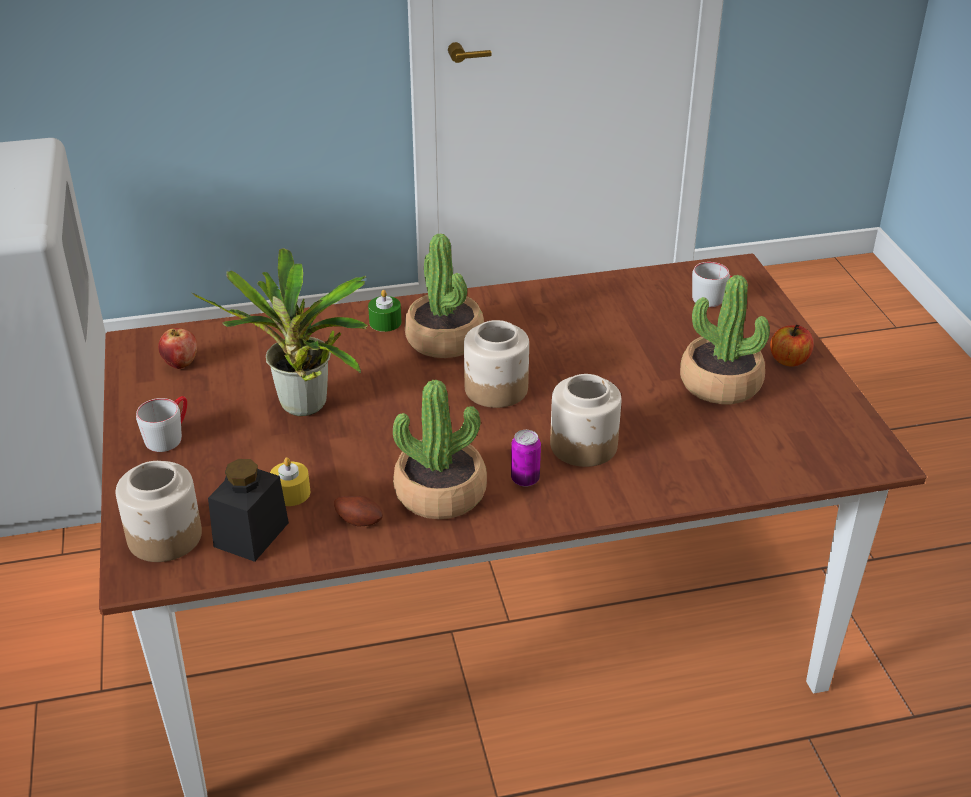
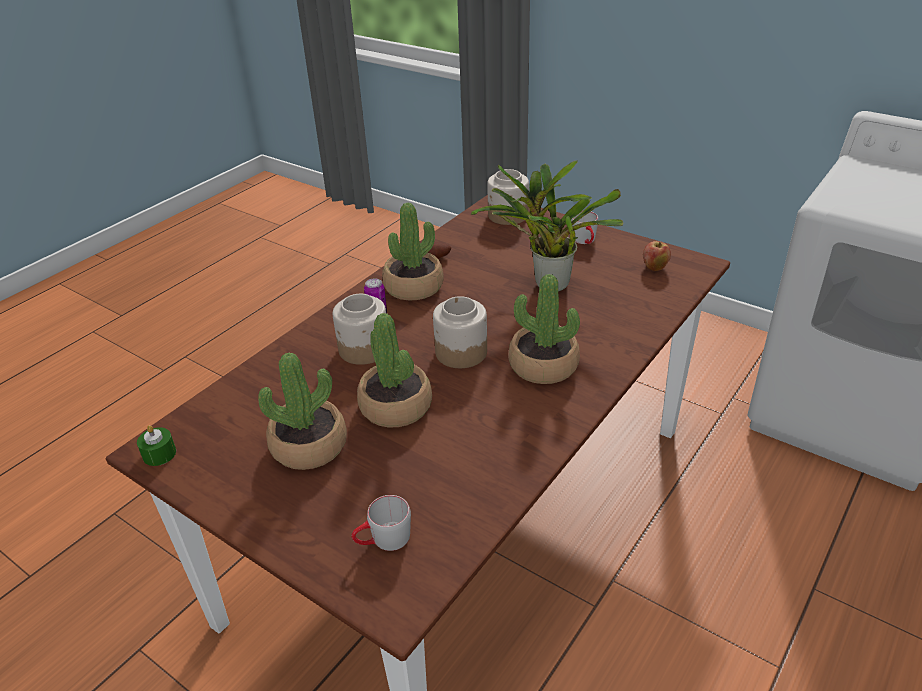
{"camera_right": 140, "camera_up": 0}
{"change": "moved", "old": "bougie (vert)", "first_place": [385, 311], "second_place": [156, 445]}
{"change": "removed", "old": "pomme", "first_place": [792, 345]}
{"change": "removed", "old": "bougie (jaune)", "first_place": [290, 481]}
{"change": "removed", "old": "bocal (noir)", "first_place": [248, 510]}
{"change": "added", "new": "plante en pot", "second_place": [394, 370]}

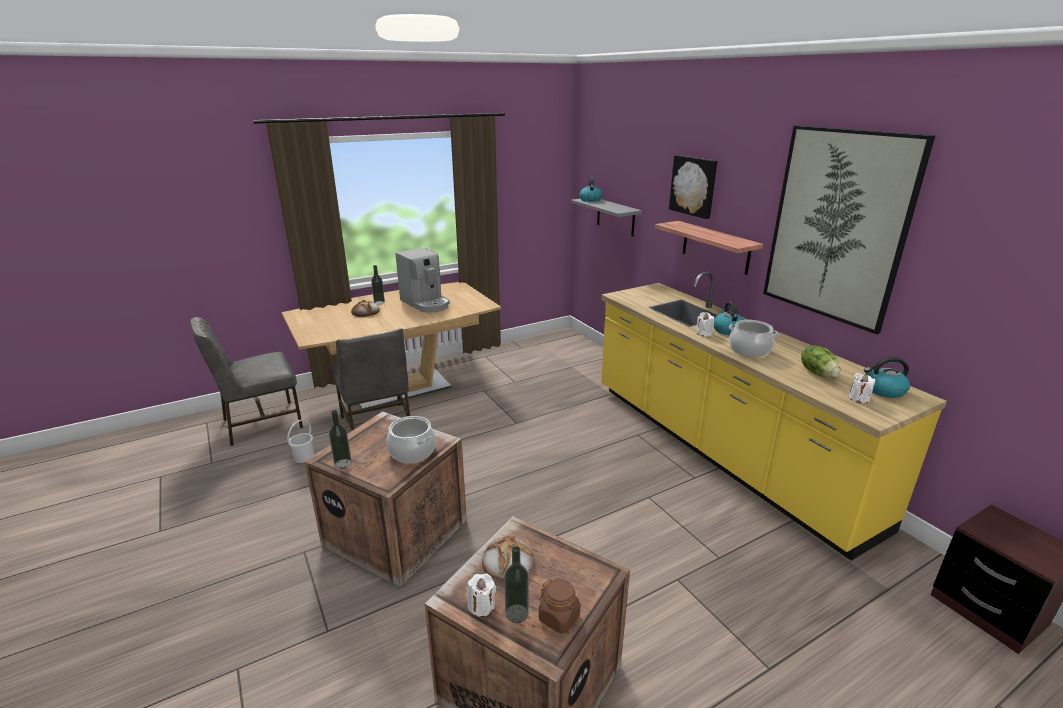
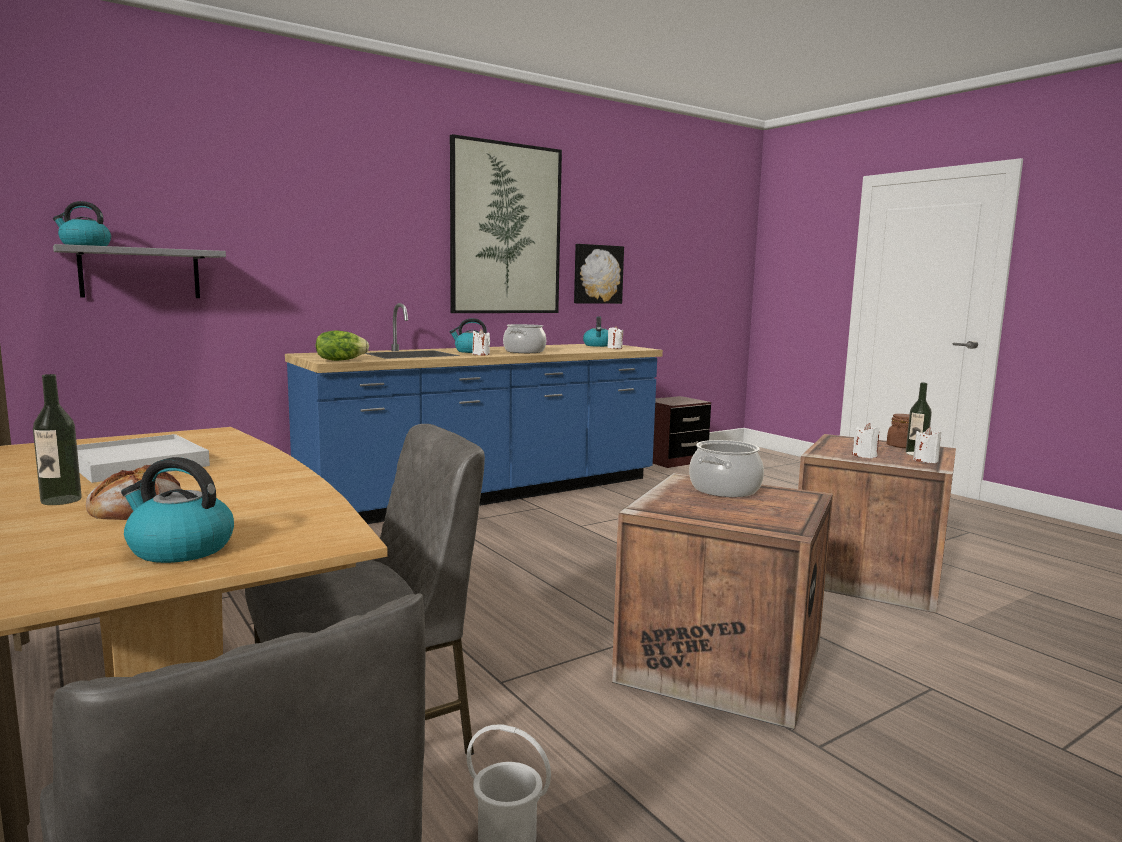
{"camera_right": -95, "camera_up": -15}
{"change": "moved", "old": "tableau", "first_place": [693, 187], "second_place": [599, 274]}
{"change": "removed", "old": "étagère", "first_place": [709, 248]}
{"change": "replaced", "old": "machine à café", "new": "plateau (blanc)", "first_place": [423, 280], "second_place": [143, 458]}
{"change": "recoloured", "old": "comptoir de cuisine (jaune)", "new": "comptoir de cuisine (bleu)", "first_place": [774, 416], "second_place": [474, 413]}
{"change": "moved", "old": "laitue", "first_place": [820, 361], "second_place": [342, 346]}
{"change": "removed", "old": "bouteille", "first_place": [340, 439]}
{"change": "replaced", "old": "pain", "new": "bougie (blanc)", "first_place": [508, 558], "second_place": [866, 440]}
{"change": "added", "new": "bouilloire", "second_place": [177, 510]}

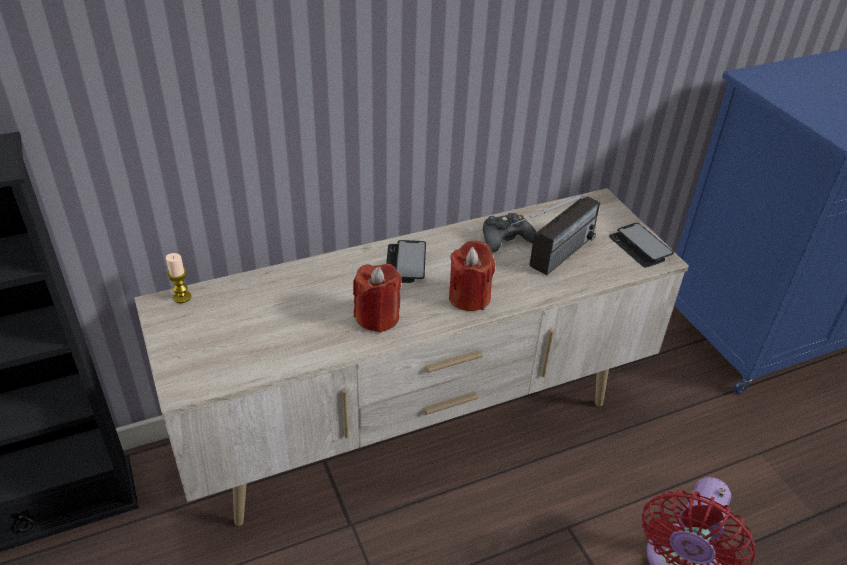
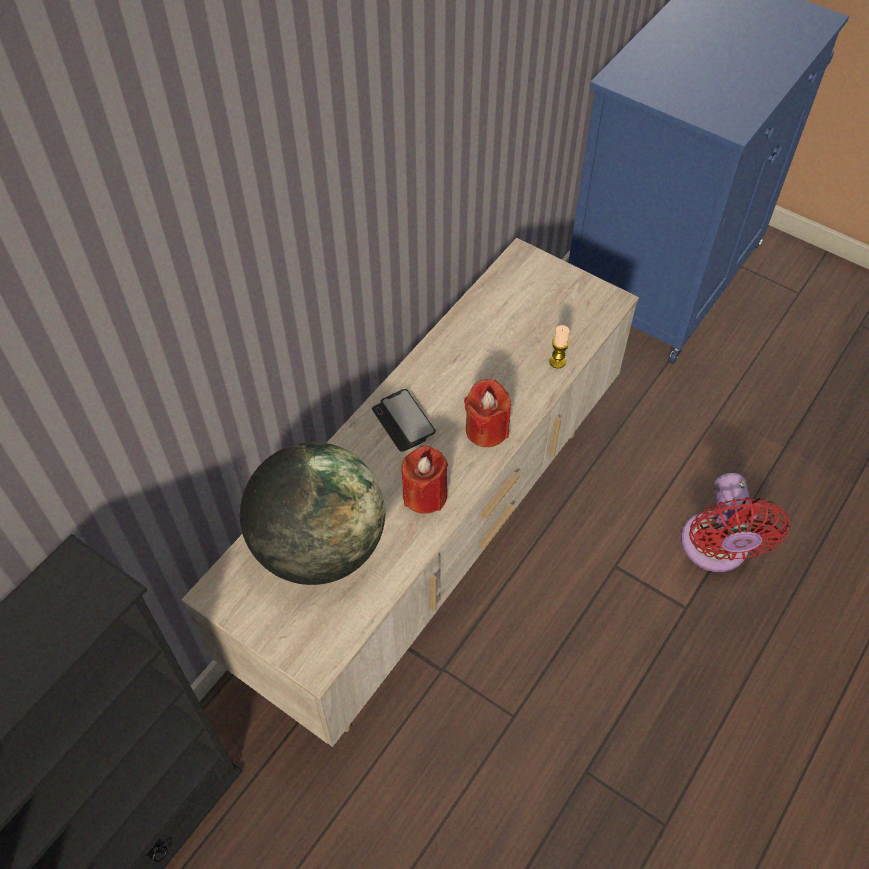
{"camera_right": -30, "camera_up": 15}
{"change": "removed", "old": "radio", "first_place": [555, 235]}
{"change": "removed", "old": "manette (noir)", "first_place": [509, 233]}
{"change": "removed", "old": "téléphone", "first_place": [641, 245]}
{"change": "moved", "old": "bougie", "first_place": [178, 278], "second_place": [559, 346]}
{"change": "added", "new": "globe", "second_place": [313, 513]}

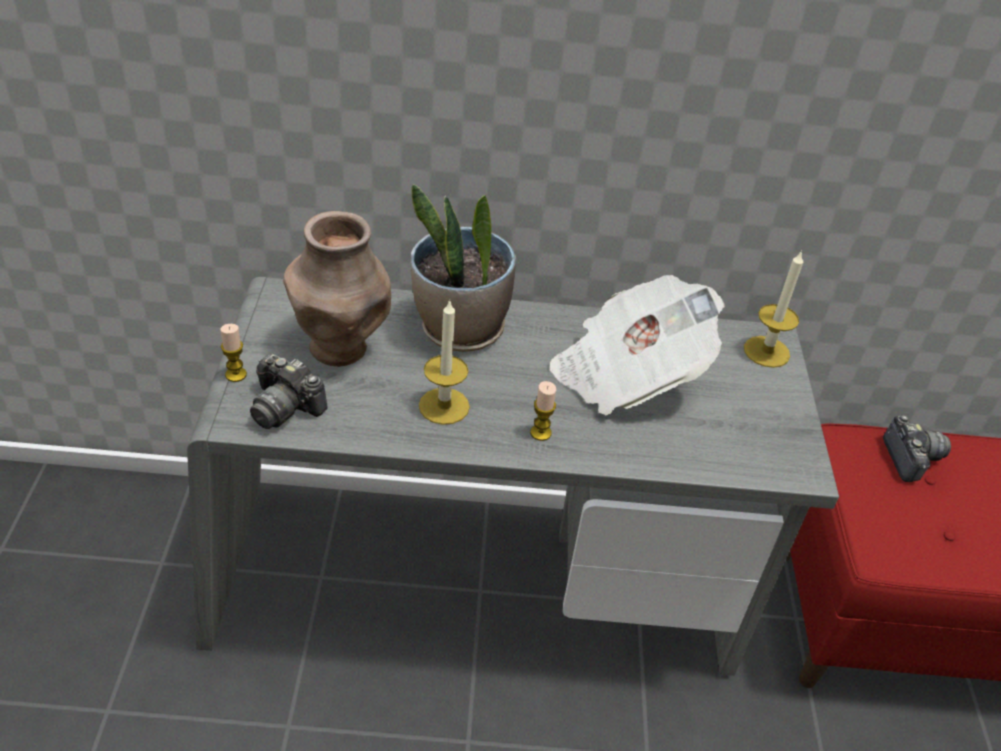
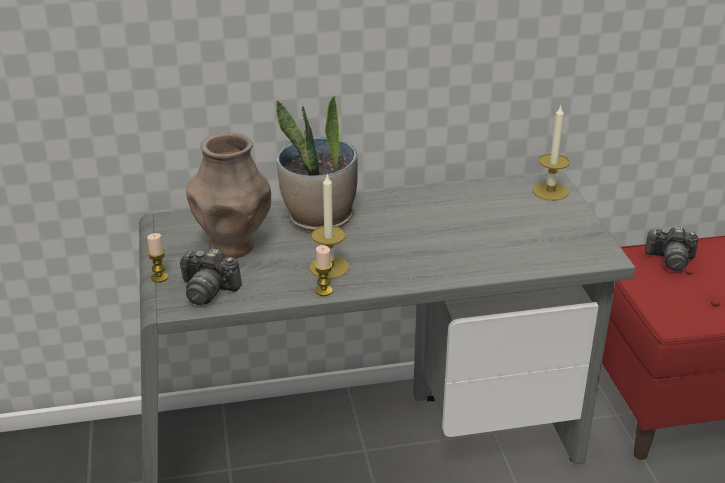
{"camera_right": -10, "camera_up": -10}
{"change": "removed", "old": "journal", "first_place": [637, 345]}
{"change": "moved", "old": "bougie", "first_place": [543, 411], "second_place": [324, 270]}
{"change": "turned", "old": "appareil photo", "first_place": [917, 448], "second_place": [671, 248], "degrees": 120}

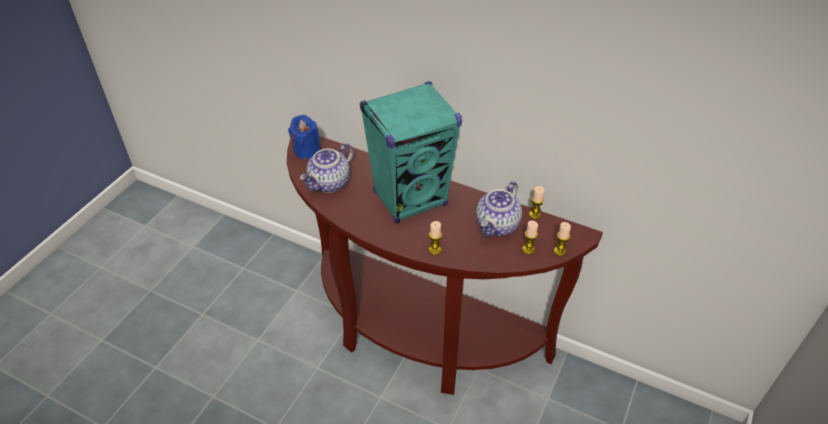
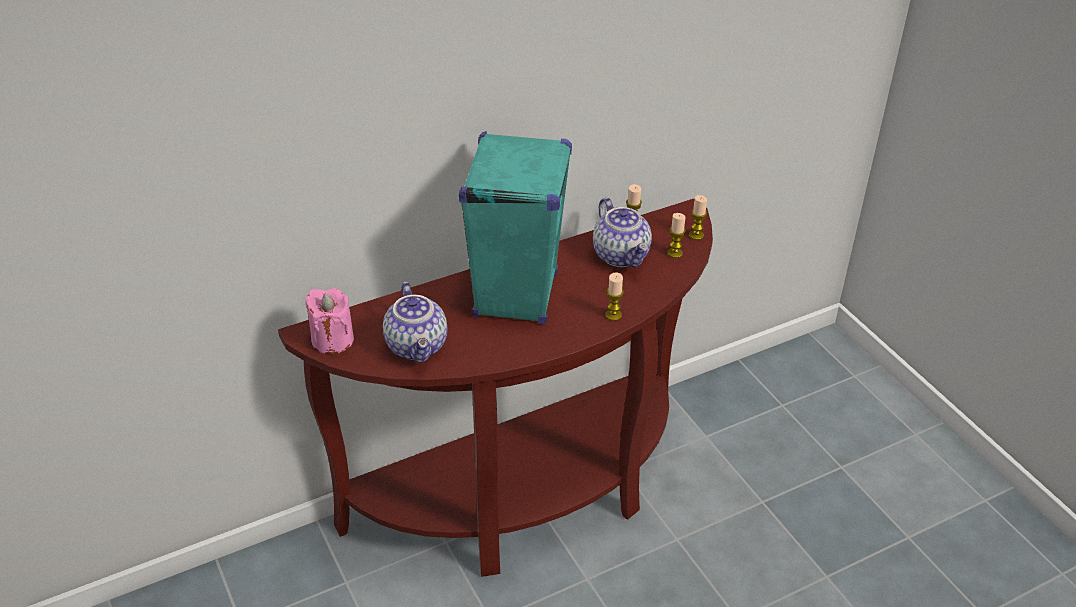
{"camera_right": -55, "camera_up": -5}
{"change": "recoloured", "old": "bougie (bleu)", "new": "bougie (rose)", "first_place": [304, 137], "second_place": [329, 321]}

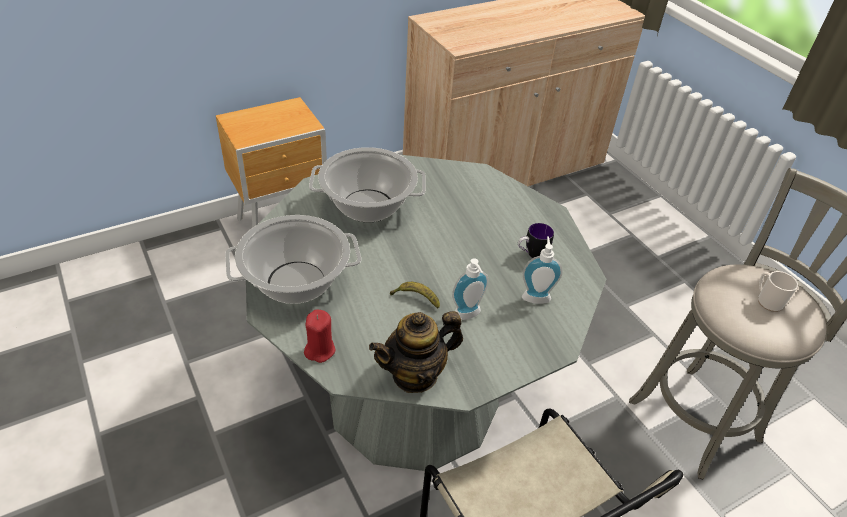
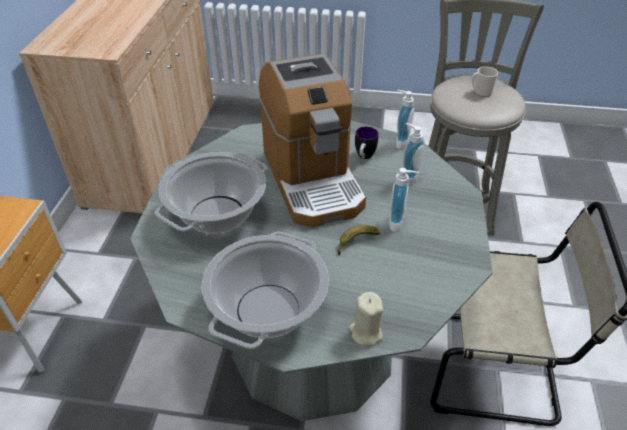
{"camera_right": -50, "camera_up": 0}
{"change": "recoloured", "old": "bougie (rouge)", "new": "bougie (beige)", "first_place": [320, 336], "second_place": [366, 319]}
{"change": "removed", "old": "théière", "first_place": [416, 352]}
{"change": "added", "new": "machine à café", "second_place": [312, 141]}
{"change": "added", "new": "distributeur de savon", "second_place": [405, 119]}

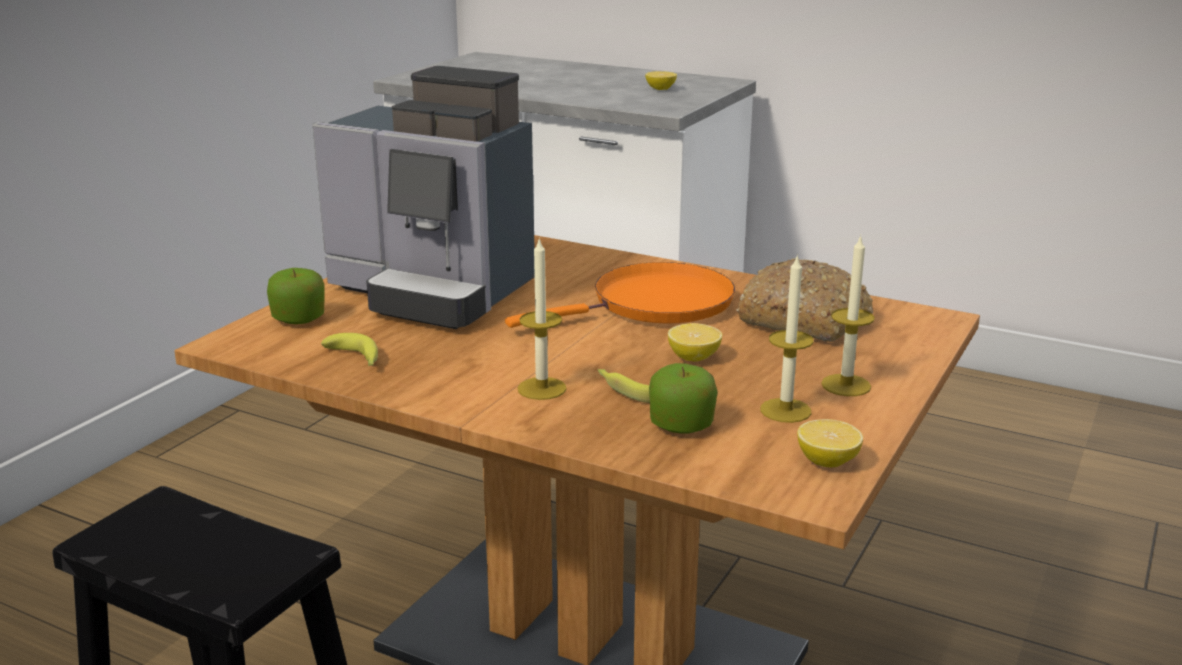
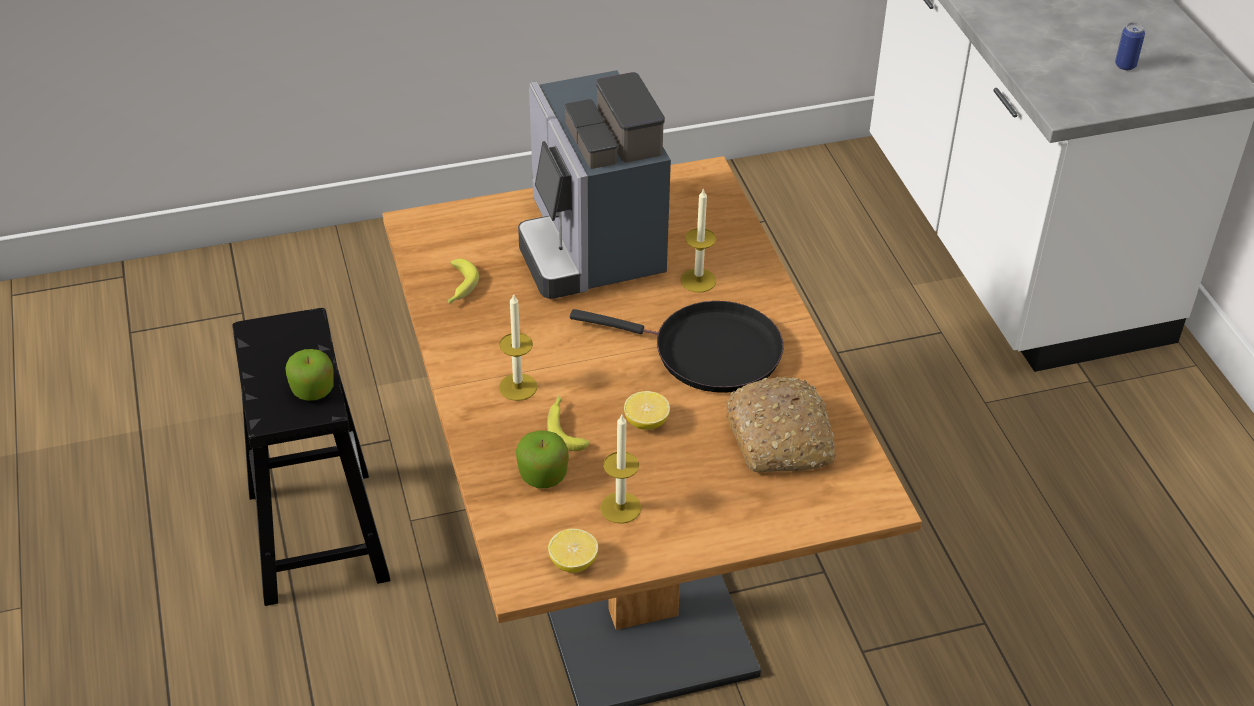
{"camera_right": 45, "camera_up": 20}
{"change": "replaced", "old": "citron", "new": "boîte métallique", "first_place": [661, 80], "second_place": [1130, 46]}
{"change": "moved", "old": "bougie", "first_place": [848, 315], "second_place": [698, 240]}
{"change": "recoloured", "old": "poêle (orange)", "new": "poêle (noir)", "first_place": [620, 295], "second_place": [676, 347]}
{"change": "moved", "old": "pomme", "first_place": [296, 296], "second_place": [309, 375]}

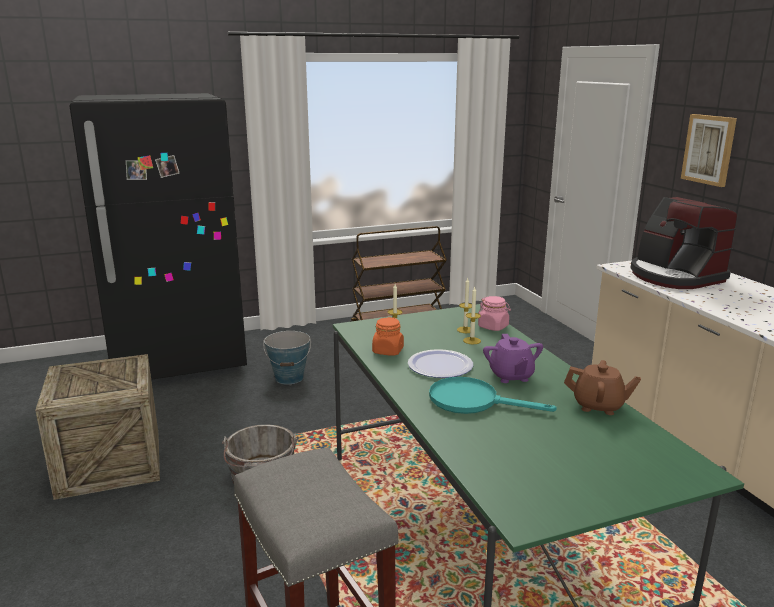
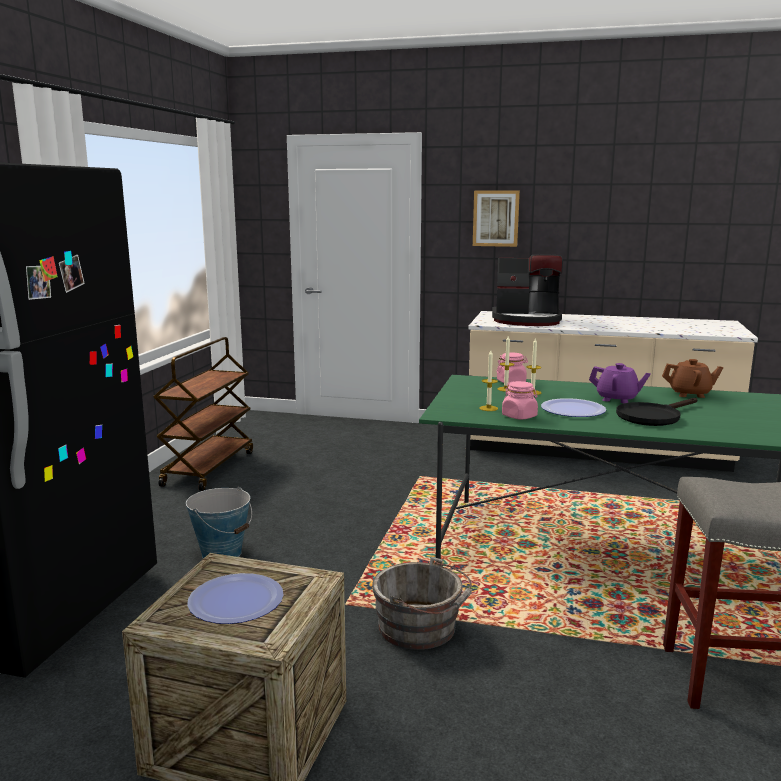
{"camera_right": -55, "camera_up": -5}
{"change": "recoloured", "old": "bocal (orange)", "new": "bocal (rose)", "first_place": [388, 336], "second_place": [520, 400]}
{"change": "turned", "old": "théière (marron)", "first_place": [602, 387], "second_place": [692, 378], "degrees": 45}
{"change": "recoloured", "old": "poêle (turquoise)", "new": "poêle (noir)", "first_place": [493, 395], "second_place": [656, 412]}
{"change": "added", "new": "assiette", "second_place": [235, 598]}

